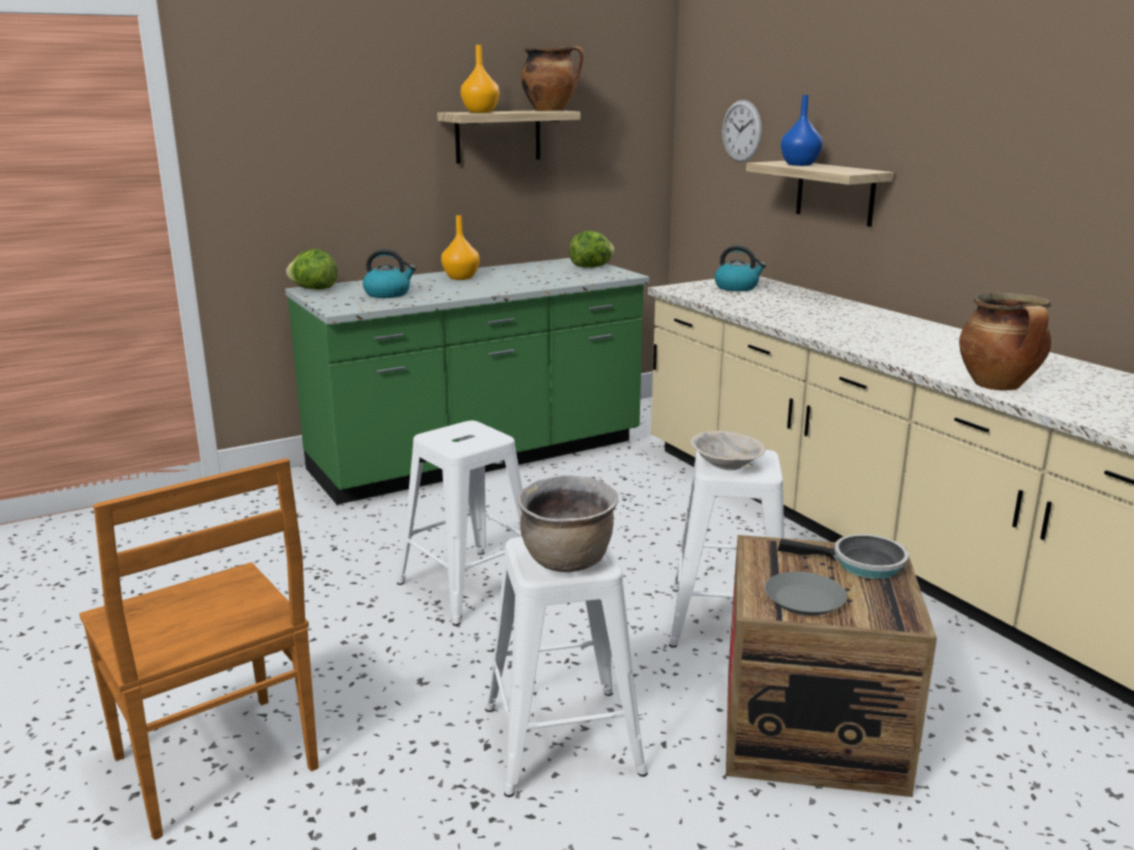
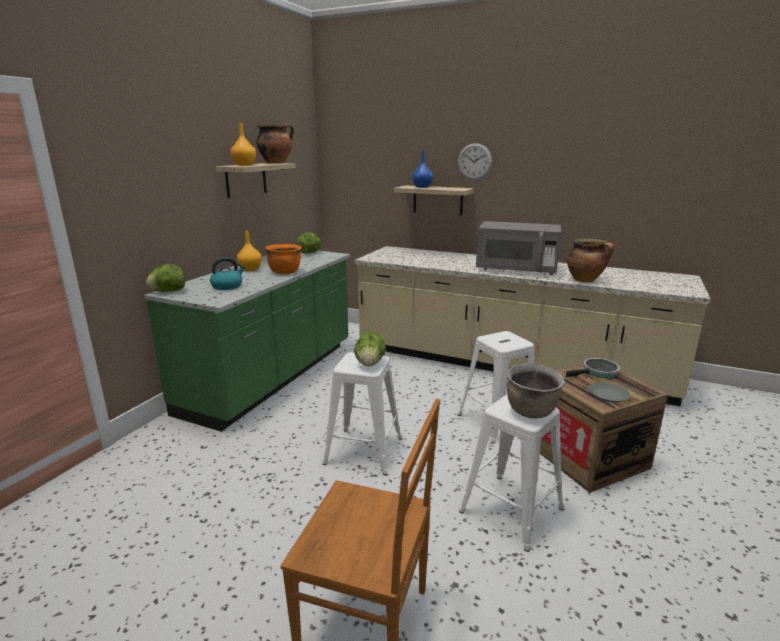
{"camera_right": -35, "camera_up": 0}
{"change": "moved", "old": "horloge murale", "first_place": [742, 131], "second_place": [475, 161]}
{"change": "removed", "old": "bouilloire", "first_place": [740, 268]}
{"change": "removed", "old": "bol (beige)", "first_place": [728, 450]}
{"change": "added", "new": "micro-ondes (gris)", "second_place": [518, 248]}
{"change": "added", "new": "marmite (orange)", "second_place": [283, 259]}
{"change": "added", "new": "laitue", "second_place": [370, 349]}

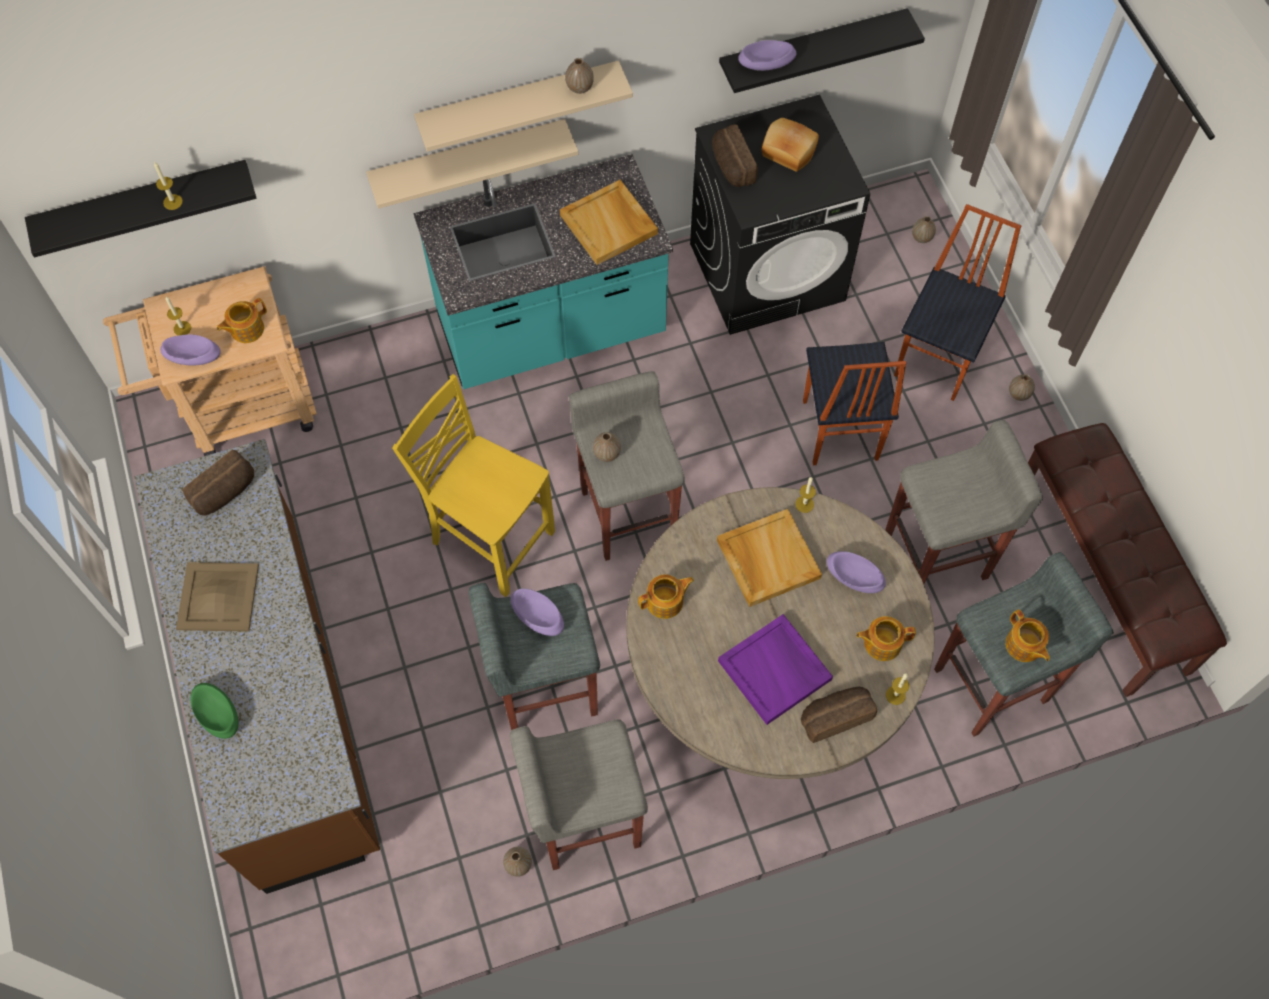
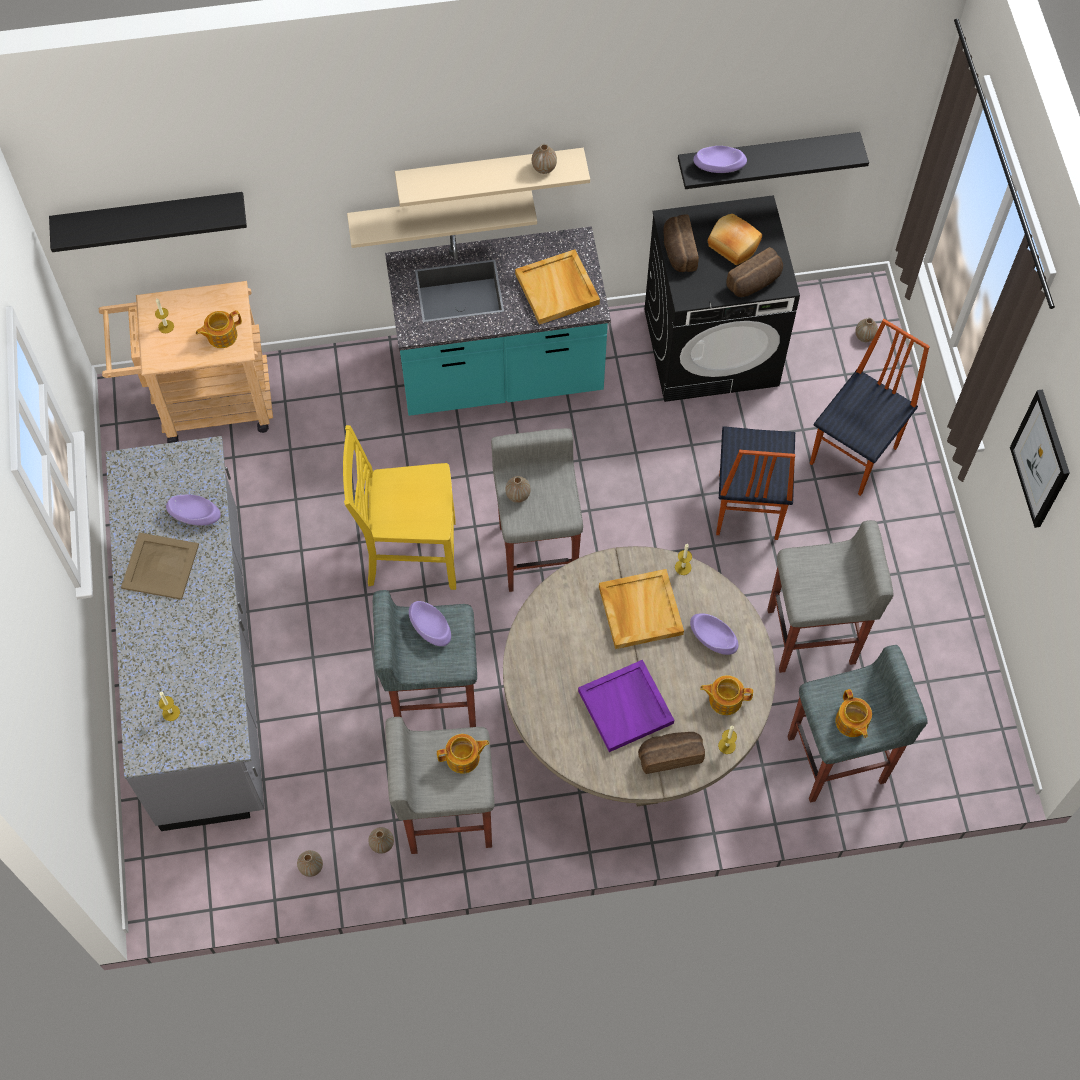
{"camera_right": 10, "camera_up": 0}
{"change": "moved", "old": "bougie", "first_place": [168, 185], "second_place": [169, 706]}
{"change": "moved", "old": "bol (violet)", "first_place": [190, 350], "second_place": [193, 510]}
{"change": "turned", "old": "chaise (jaune)", "first_place": [473, 485], "second_place": [399, 507], "degrees": -45}
{"change": "moved", "old": "vase", "first_place": [1022, 387], "second_place": [310, 863]}
{"change": "removed", "old": "banc (marron)", "first_place": [1127, 560]}
{"change": "recoloured", "old": "comptoir de cuisine (marron)", "new": "comptoir de cuisine (gris)", "first_place": [257, 666], "second_place": [185, 633]}
{"change": "moved", "old": "pain", "first_place": [218, 482], "second_place": [754, 272]}
{"change": "moved", "old": "théière", "first_place": [666, 596], "second_place": [463, 754]}
{"change": "removed", "old": "bol (vert)", "first_place": [214, 711]}
{"change": "added", "new": "tableau", "second_place": [1040, 458]}

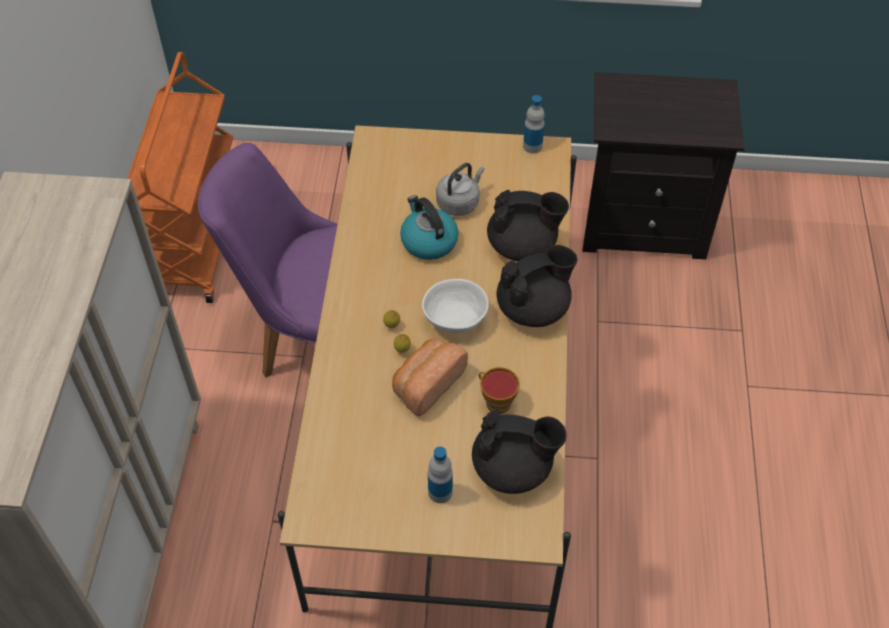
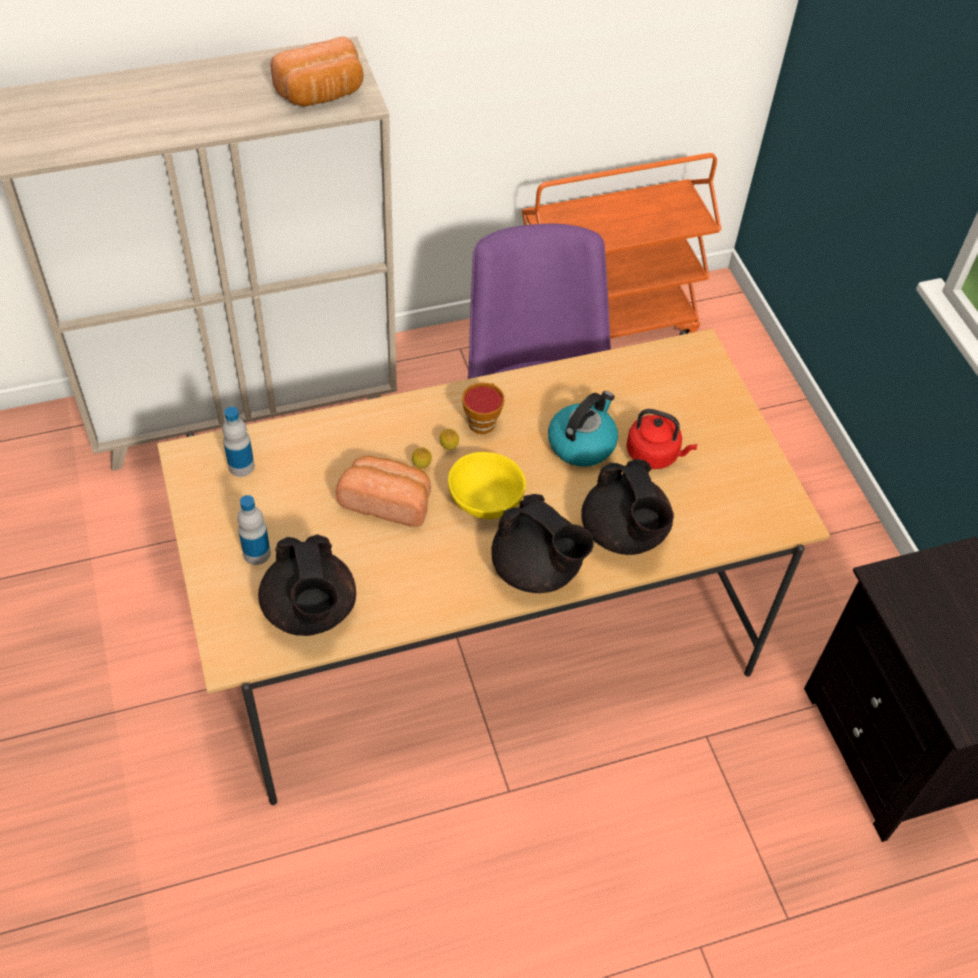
{"camera_right": 65, "camera_up": 0}
{"change": "moved", "old": "bouteille", "first_place": [534, 124], "second_place": [238, 441]}
{"change": "recoloured", "old": "bouilloire (gris)", "new": "bouilloire (rouge)", "first_place": [460, 189], "second_place": [661, 439]}
{"change": "recoloured", "old": "bol (blanc)", "new": "bol (jaune)", "first_place": [455, 306], "second_place": [487, 485]}
{"change": "moved", "old": "tasse", "first_place": [499, 390], "second_place": [483, 408]}
{"change": "added", "new": "pain", "second_place": [316, 71]}

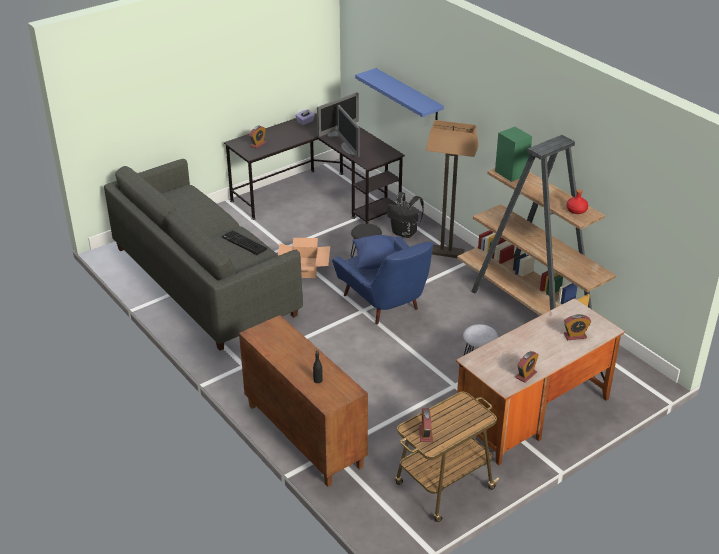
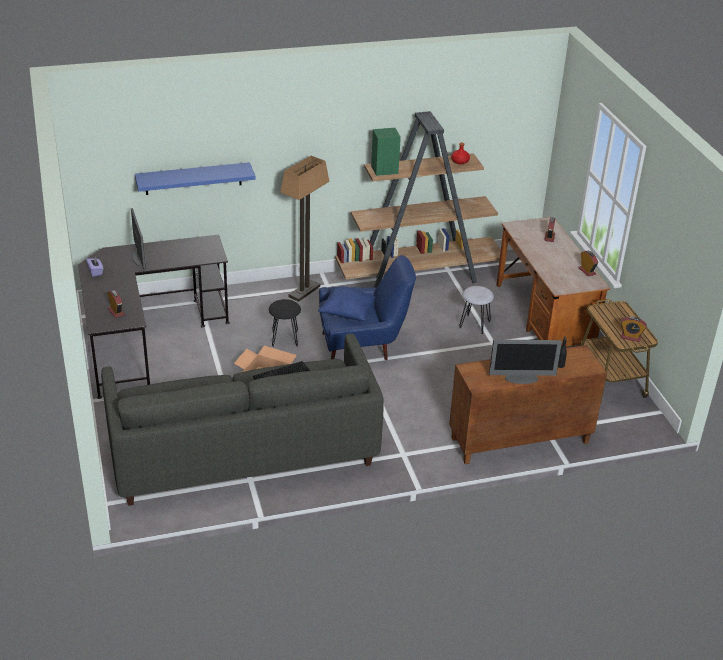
{"camera_right": -70, "camera_up": 0}
{"change": "moved", "old": "écran d'ordinateur", "first_place": [348, 131], "second_place": [525, 362]}
{"change": "removed", "old": "sac à dos (noir)", "first_place": [405, 215]}

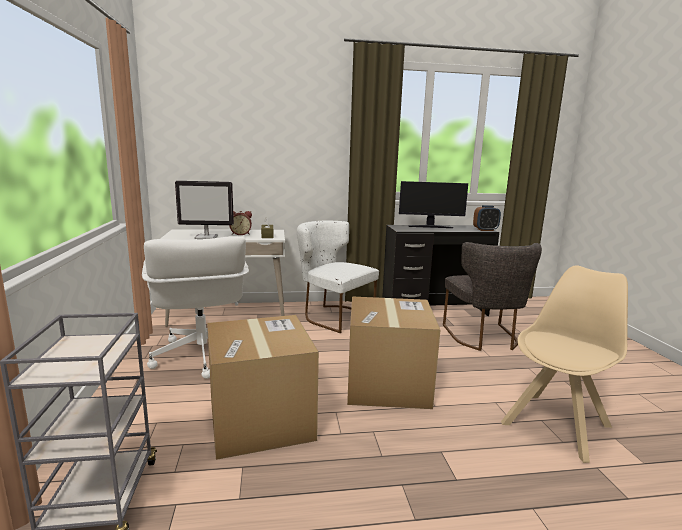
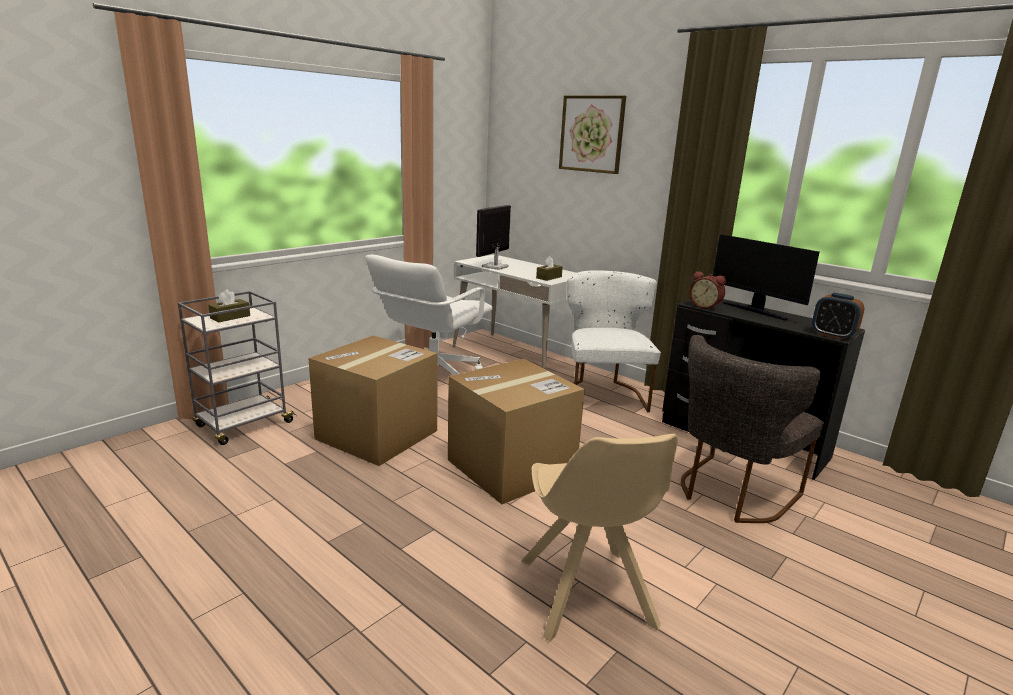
{"camera_right": 50, "camera_up": 5}
{"change": "turned", "old": "écran d'ordinateur", "first_place": [204, 210], "second_place": [493, 237], "degrees": 75}
{"change": "moved", "old": "réveil", "first_place": [240, 223], "second_place": [708, 290]}
{"change": "turned", "old": "chaise (beige)", "first_place": [564, 364], "second_place": [599, 538], "degrees": 75}
{"change": "added", "new": "tableau", "second_place": [592, 134]}
{"change": "added", "new": "boîte à mouchoirs (marron)", "second_place": [229, 306]}

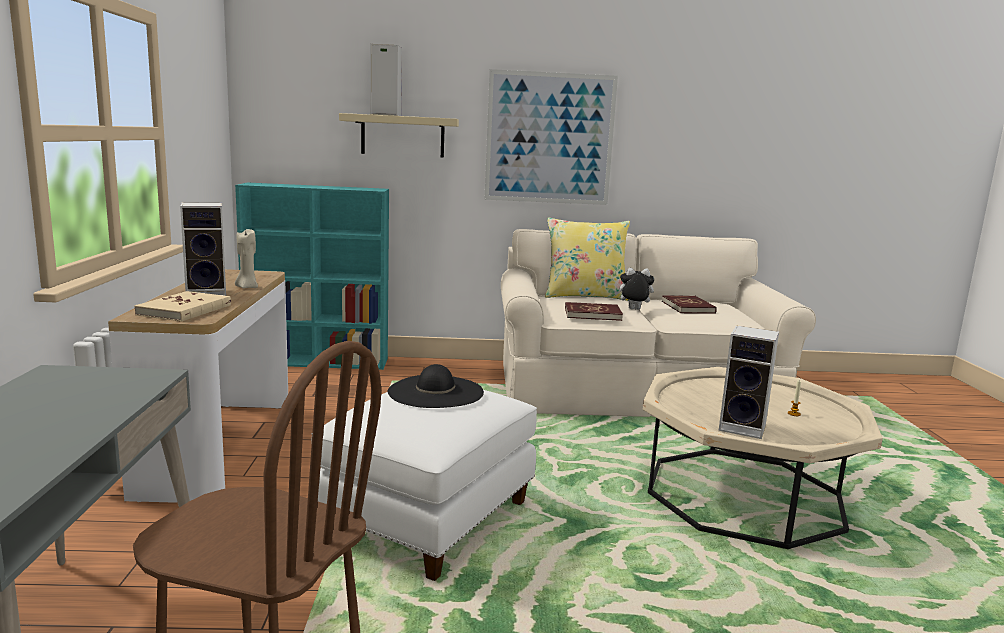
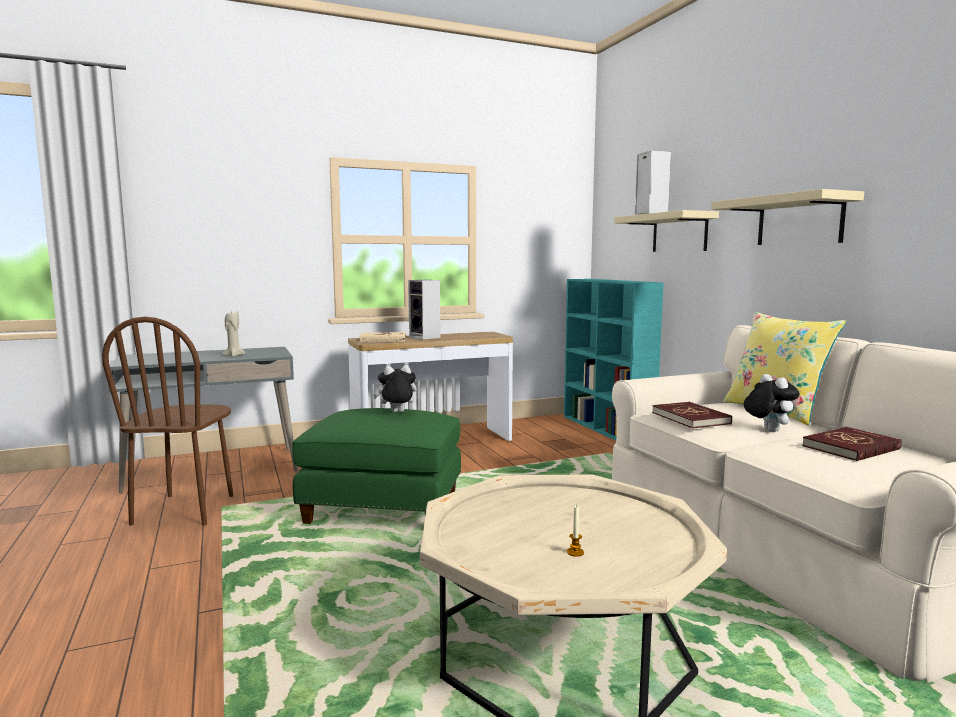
{"camera_right": 70, "camera_up": -5}
{"change": "replaced", "old": "tableau", "new": "étagère (beige)", "first_place": [551, 137], "second_place": [787, 217]}
{"change": "moved", "old": "bougie (beige)", "first_place": [246, 258], "second_place": [234, 334]}
{"change": "removed", "old": "enceinte", "first_place": [748, 382]}
{"change": "replaced", "old": "chapeau (noir)", "new": "peluche", "first_place": [436, 386], "second_place": [395, 388]}
{"change": "recoloured", "old": "pouf (blanc)", "new": "pouf (vert)", "first_place": [424, 485], "second_place": [376, 466]}

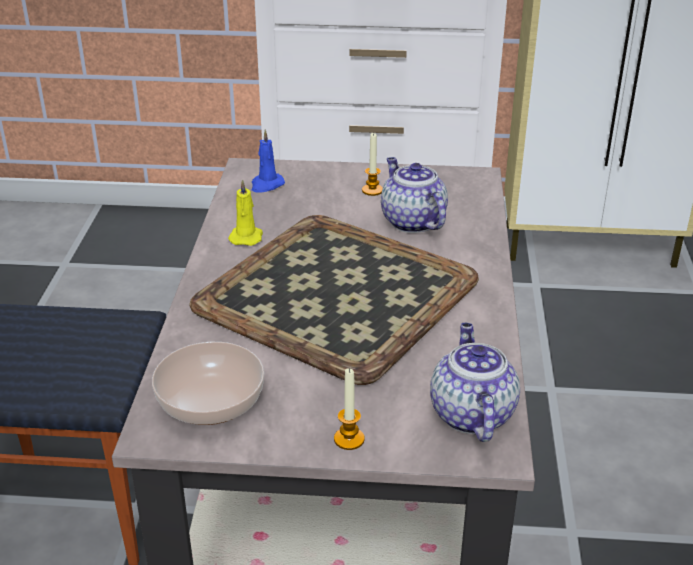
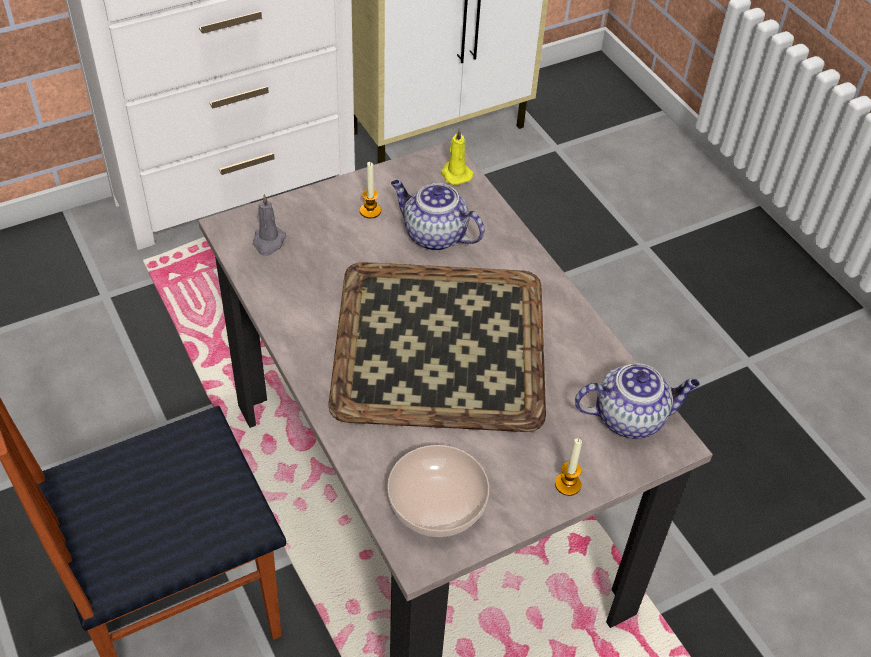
{"camera_right": -35, "camera_up": 15}
{"change": "recoloured", "old": "bougie (bleu)", "new": "bougie (gris)", "first_place": [268, 161], "second_place": [269, 225]}
{"change": "moved", "old": "bougie (jaune)", "first_place": [245, 212], "second_place": [457, 156]}
{"change": "turned", "old": "théière", "first_place": [475, 382], "second_place": [637, 401], "degrees": 120}

